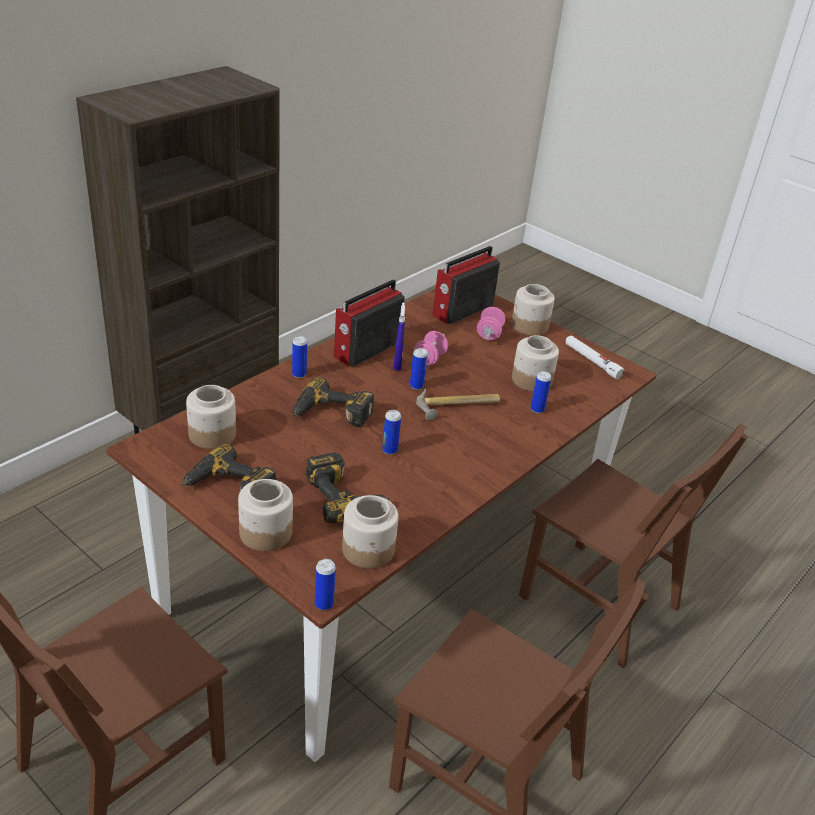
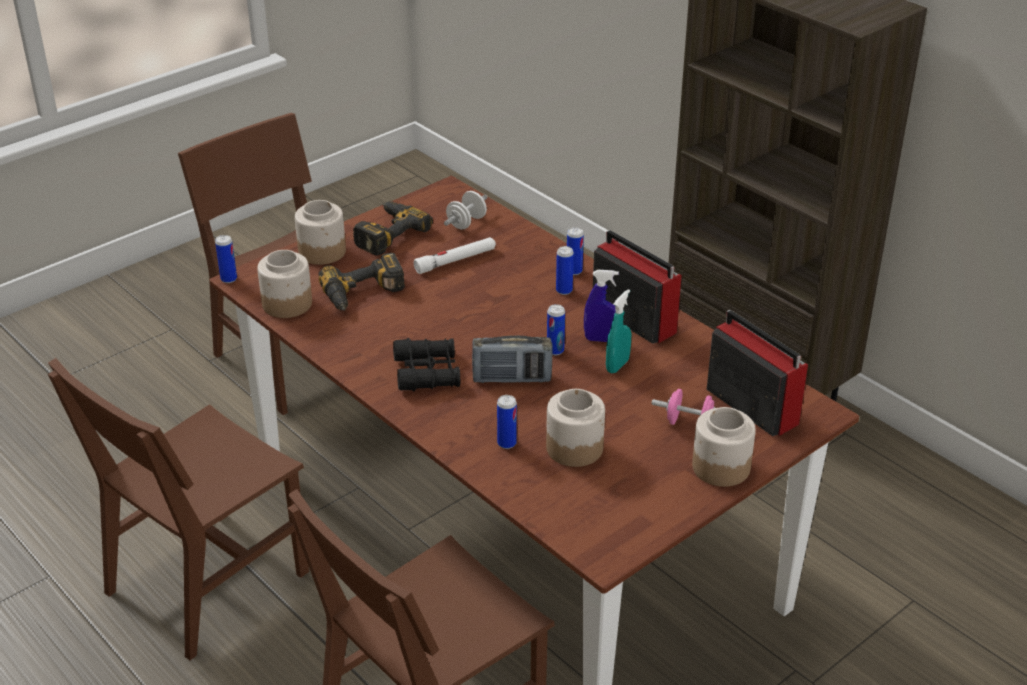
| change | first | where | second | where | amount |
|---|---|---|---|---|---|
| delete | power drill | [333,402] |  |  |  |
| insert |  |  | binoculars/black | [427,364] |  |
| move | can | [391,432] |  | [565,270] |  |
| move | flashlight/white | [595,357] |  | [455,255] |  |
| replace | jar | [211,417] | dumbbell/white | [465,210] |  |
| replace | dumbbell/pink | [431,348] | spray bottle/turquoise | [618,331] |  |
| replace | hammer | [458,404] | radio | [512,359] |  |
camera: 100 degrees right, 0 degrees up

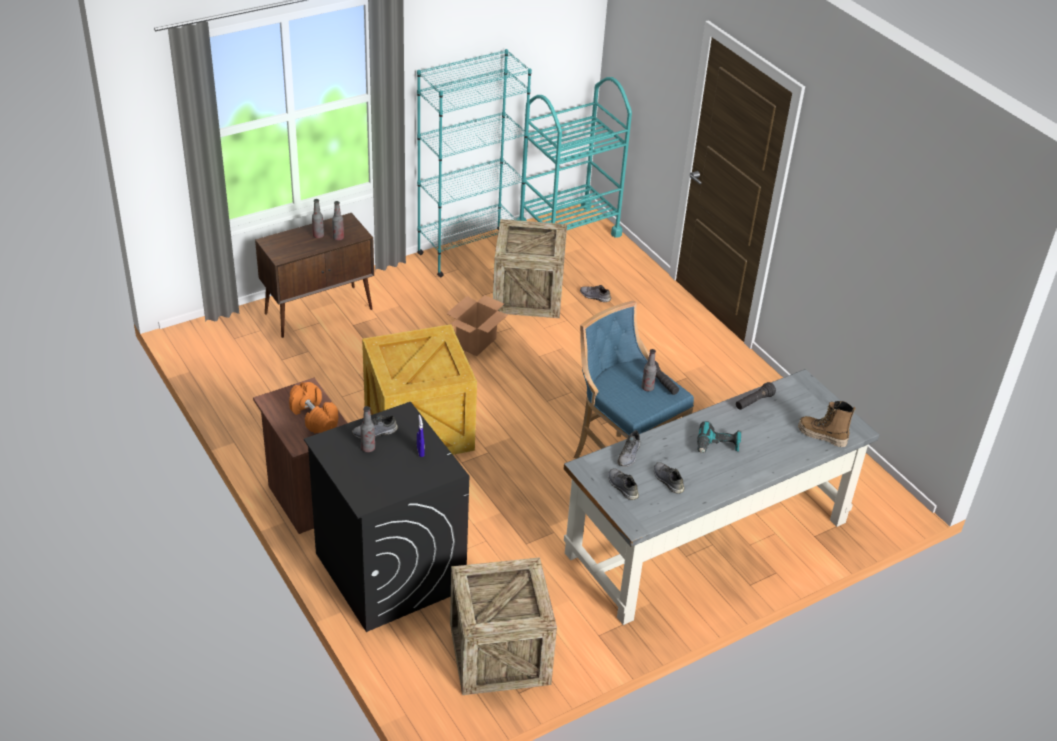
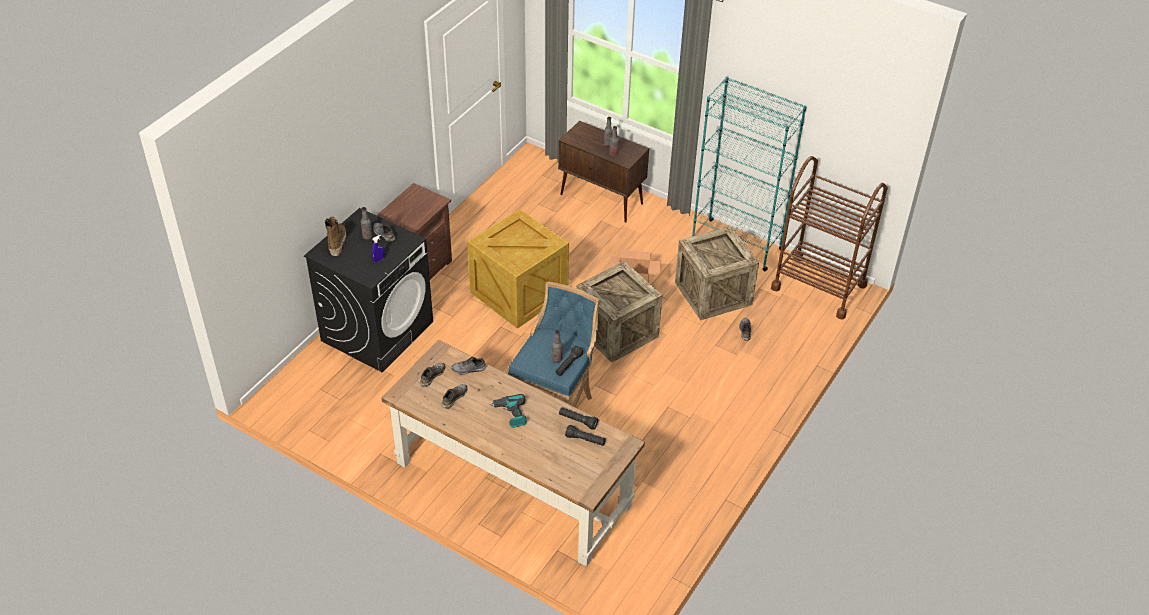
| change | first | where | second | where | amount |
|---|---|---|---|---|---|
| delete | dumbbell/orange | [314,407] |  |  |  |
| insert |  |  | flashlight/black | [585,435] |  |
| move | crate | [503,626] |  | [619,312] |  |
| move | boot | [827,424] |  | [336,236] |  |
| recolor | cart/turquoise | [574,157] | cart/brown | [829,238] |  |
| recolor | desk/grey | [721,497] | desk/brown | [513,453] |  |
camera: 65 degrees right, 5 degrees up

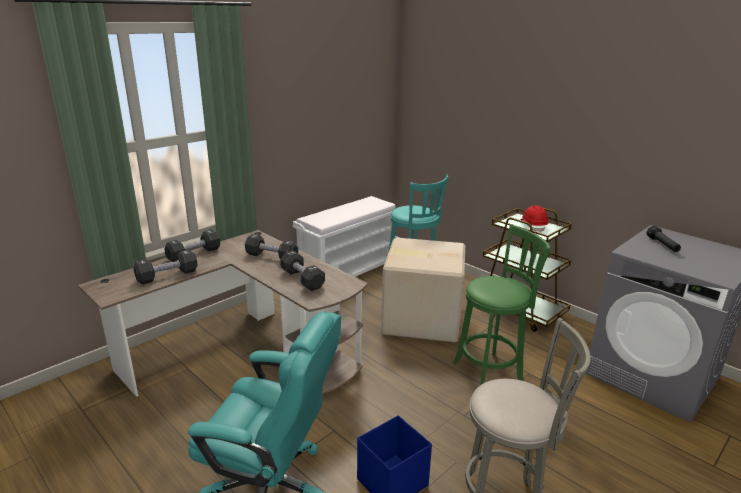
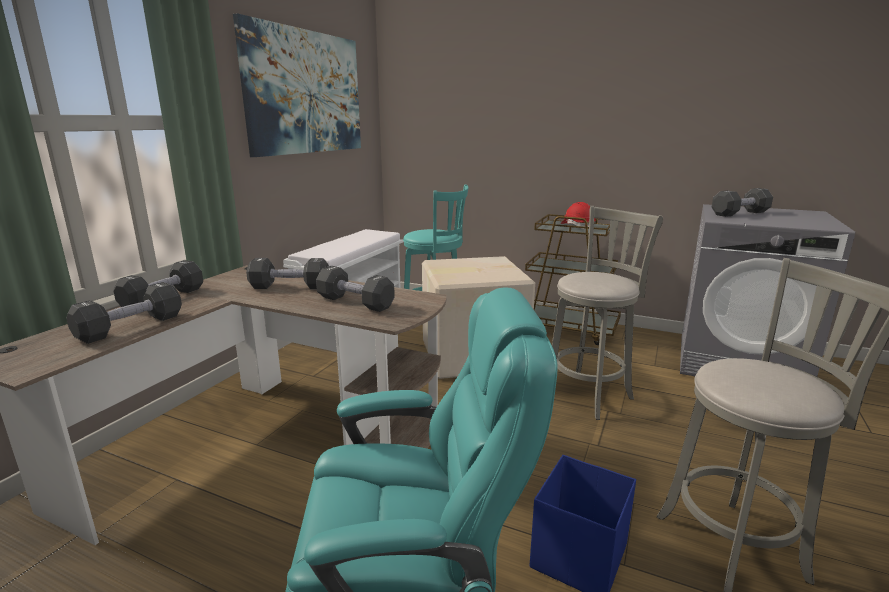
| change | first | where | second | where | amount |
|---|---|---|---|---|---|
| insert |  |  | picture | [297,85] |  |
| replace | flashlight/black | [664,239] | dumbbell/black | [742,202] |  |
| recolor | stool/green | [502,304] | stool/grey | [607,313] |  |
camera: 20 degrees left, 5 degrees down

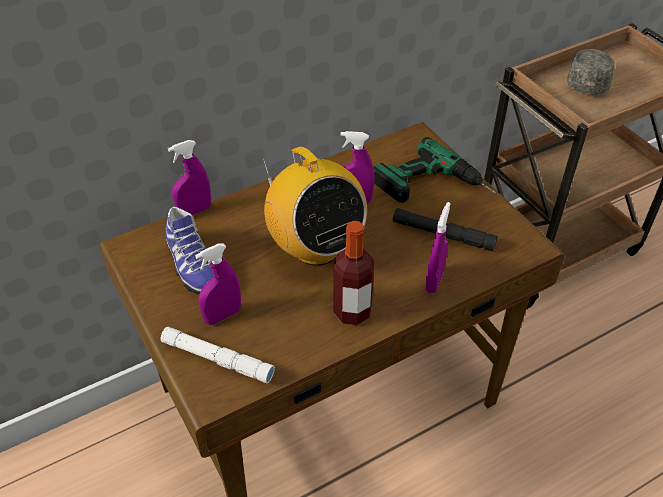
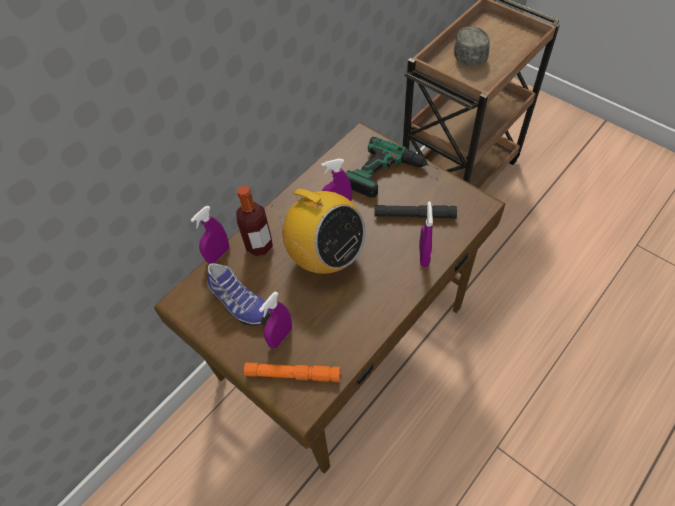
| change | first | where | second | where | amount |
|---|---|---|---|---|---|
| move | bottle | [353,273] |  | [254,220] |  |
| recolor | flashlight/white | [218,355] | flashlight/orange | [292,372] |  |
camera: 15 degrees left, 10 degrees up

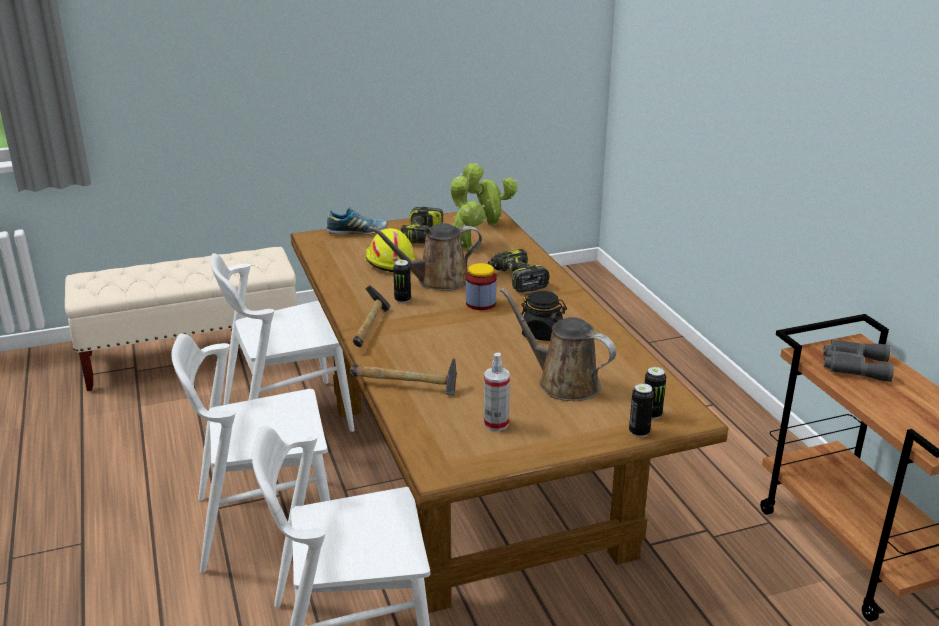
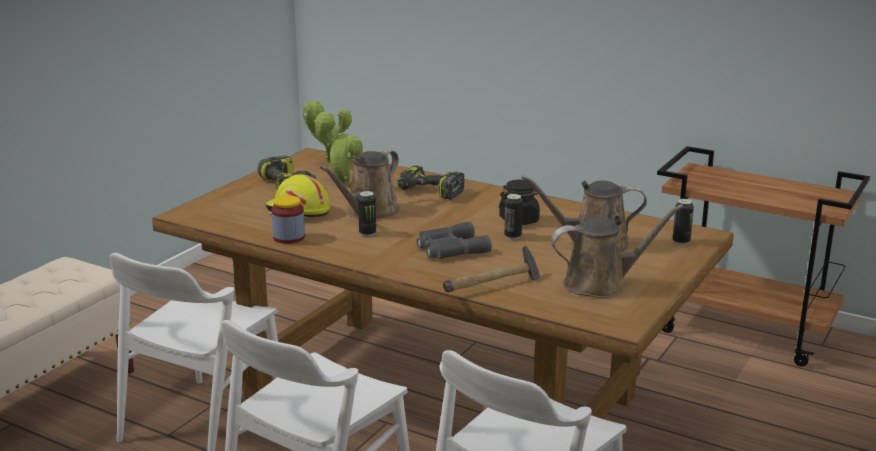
| change | first | where | second | where | amount |
|---|---|---|---|---|---|
| delete | shoe | [357,220] |  |  |  |
| delete | hammer | [372,316] |  |  |  |
| move | jar | [481,286] |  | [288,220] |  |
| move | can | [641,410] |  | [513,216] |  |
| move | binoculars/grey | [858,361] |  | [454,240] |  |
| replace | spray bottle | [497,392] | watering can/brown | [617,251] |  |
camera: 40 degrees left, 5 degrees down

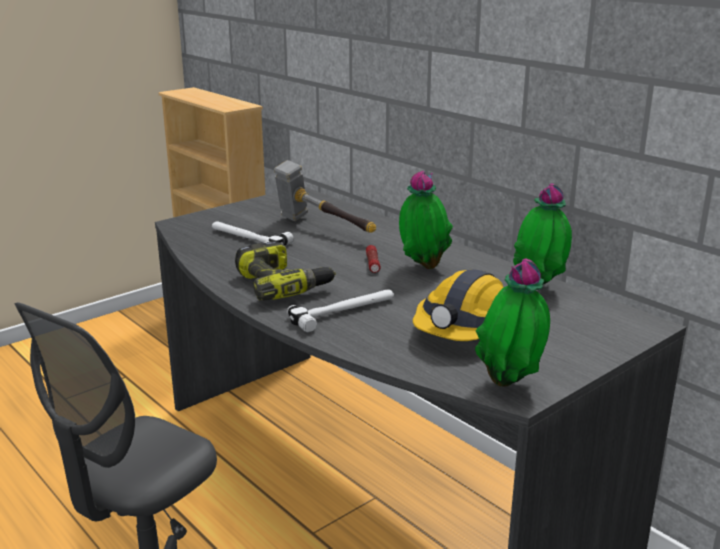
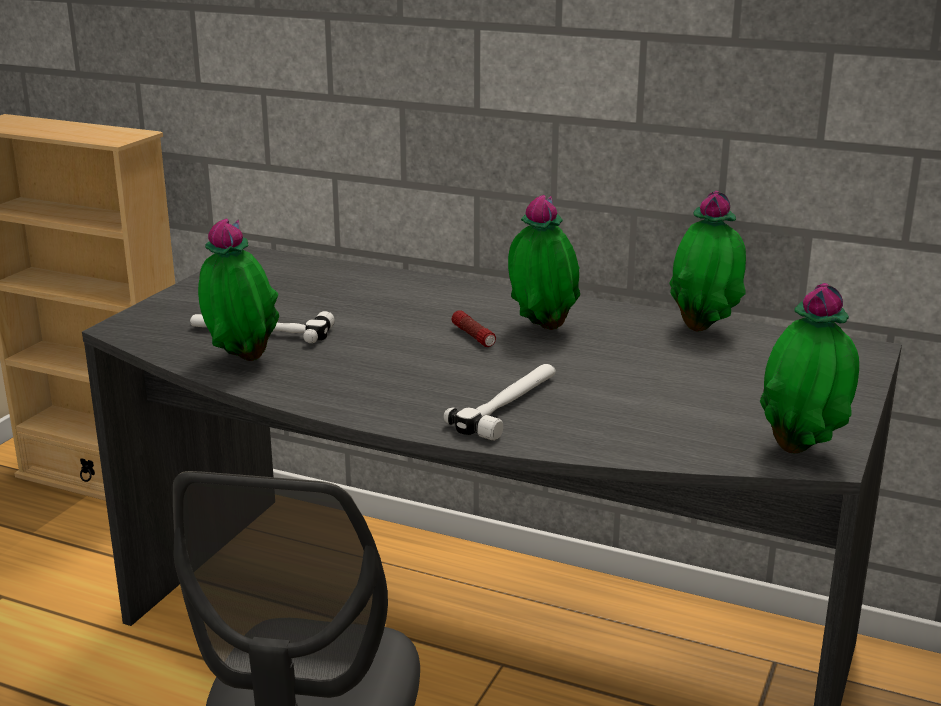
| change | first | where | second | where | amount |
|---|---|---|---|---|---|
| delete | power drill | [285,271] |  |  |  |
| delete | hammer | [325,196] |  |  |  |
| delete | hard hat | [458,305] |  |  |  |
| insert |  |  | potted plant | [238,289] |  |
camera: 25 degrees left, 0 degrees up

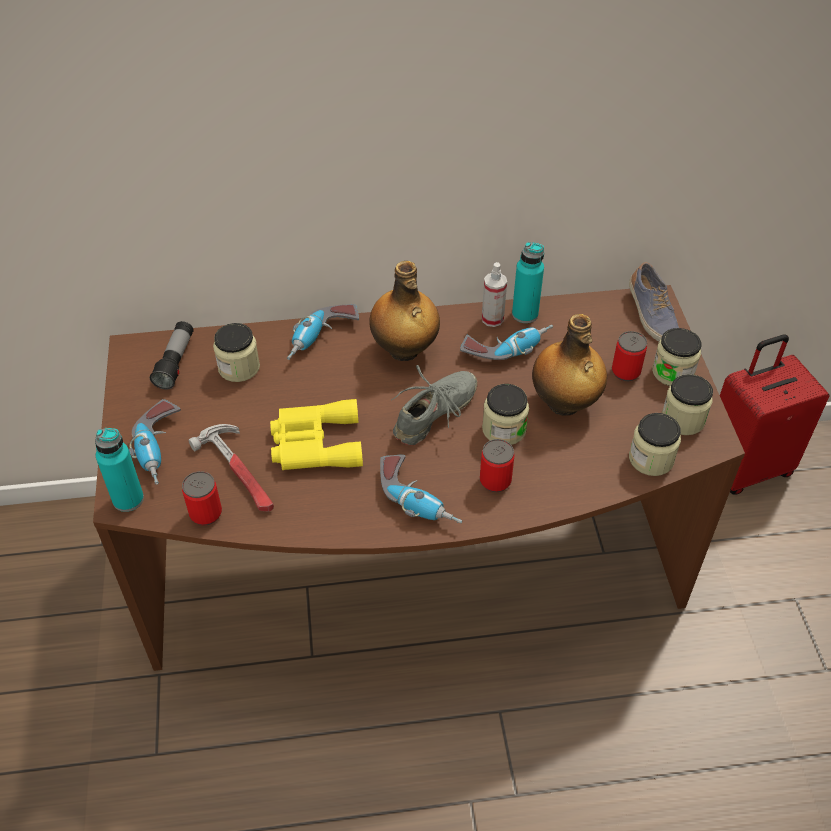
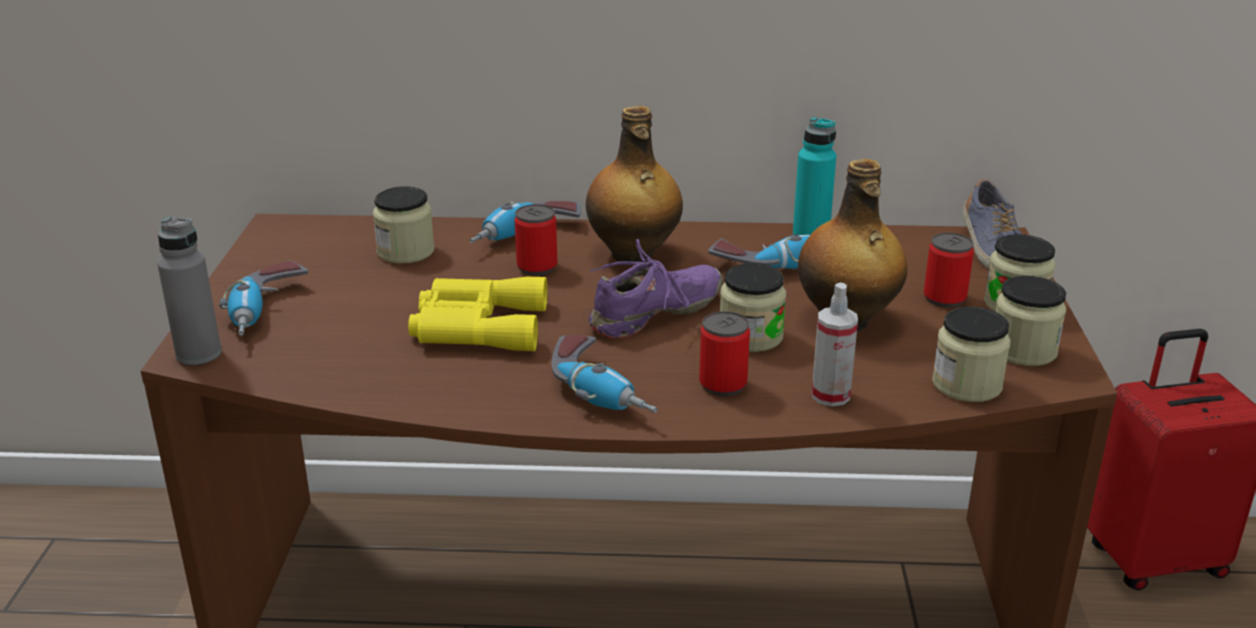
| change | first | where | second | where | amount |
|---|---|---|---|---|---|
| delete | flashlight | [171,355] |  |  |  |
| delete | hammer | [231,467] |  |  |  |
| move | can | [202,498] |  | [536,240] |  |
| move | spray bottle | [494,294] |  | [835,344] |  |
| recolor | bottle/turquoise | [119,470] | bottle/grey | [189,291] |  |
| recolor | shoe/grey | [434,405] | shoe/purple | [655,289] |  |
camera: 10 degrees right, 20 degrees down

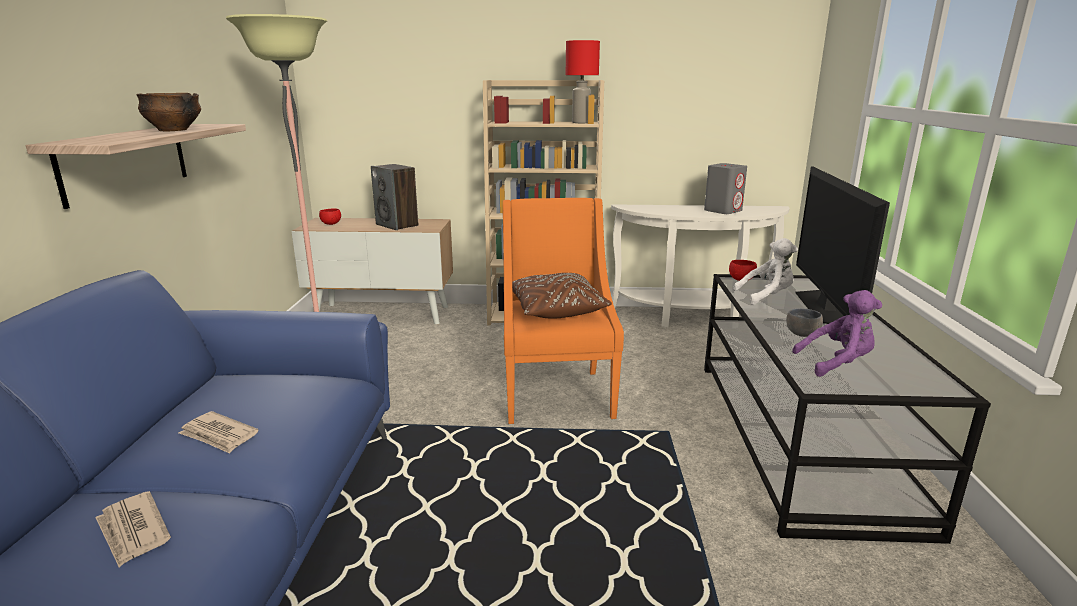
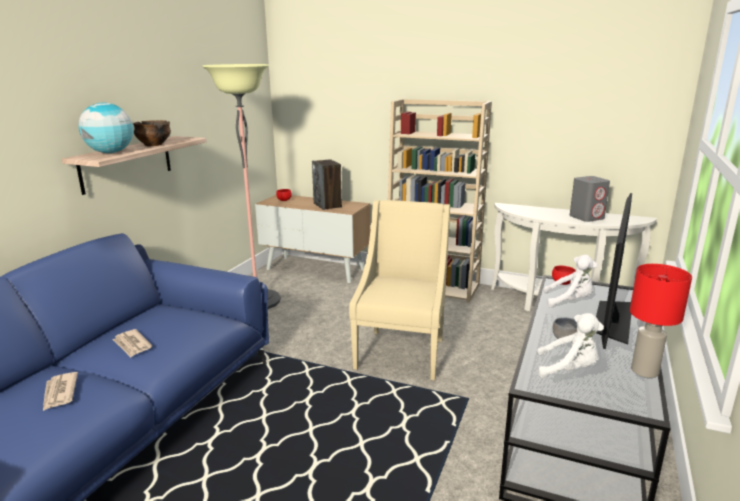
| change | first | where | second | where | amount |
|---|---|---|---|---|---|
| delete | pillow/brown | [562,296] |  |  |  |
| insert |  |  | globe | [105,127] |  |
| move | table lamp/red | [583,81] |  | [661,321] |  |
| recolor | armchair/orange | [563,311] | armchair/beige | [399,290] |  |
| recolor | plush toy/purple | [837,333] | plush toy/white | [570,345] |  |
camera: 20 degrees right, 0 degrees up

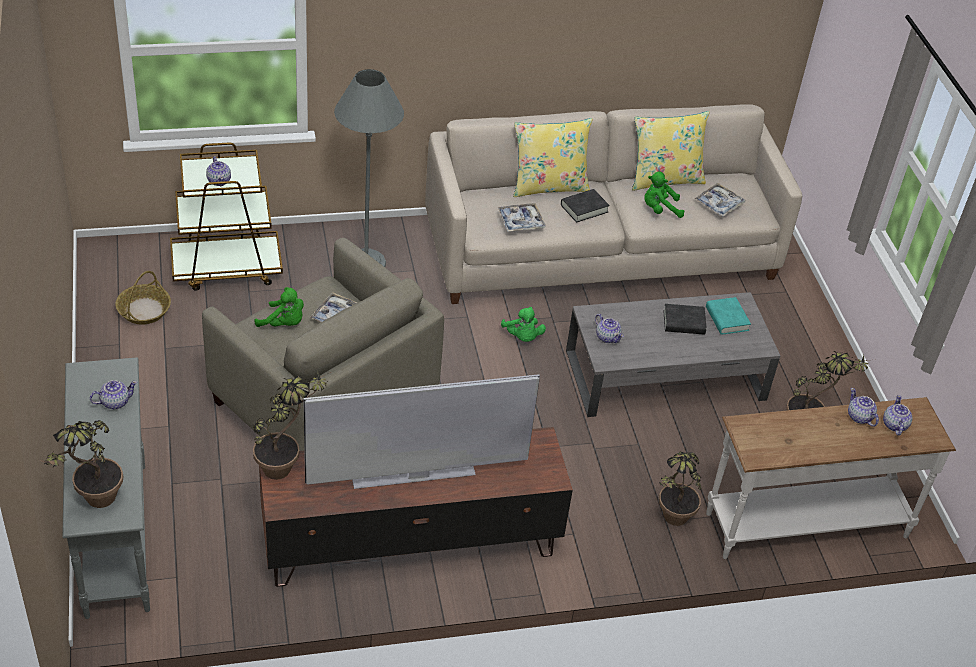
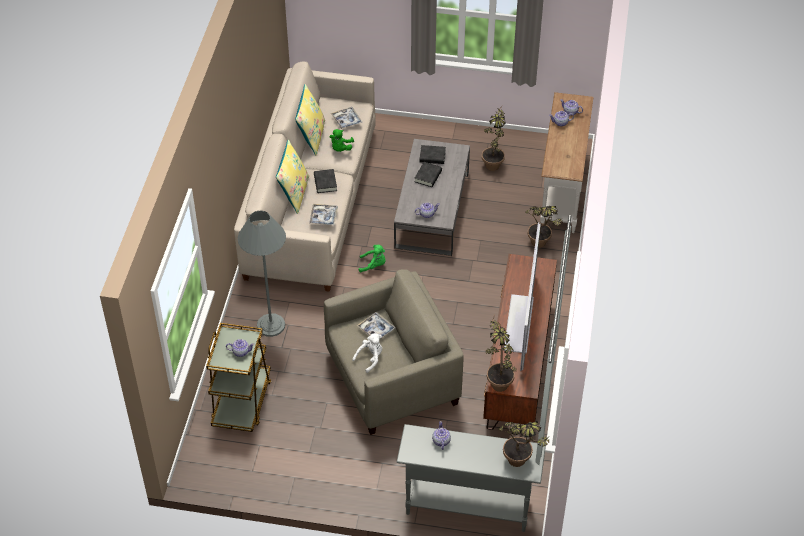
| change | first | where | second | where | amount |
|---|---|---|---|---|---|
| delete | basket | [143,298] |  |  |  |
| recolor | plush toy/green | [279,307] | plush toy/white | [367,353] |  |
| recolor | book/turquoise | [728,316] | book/black | [432,154] |  |
camera: 65 degrees left, 5 degrees up

